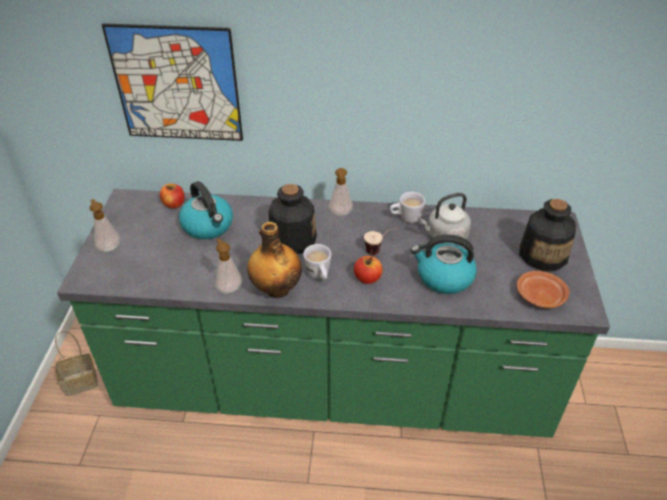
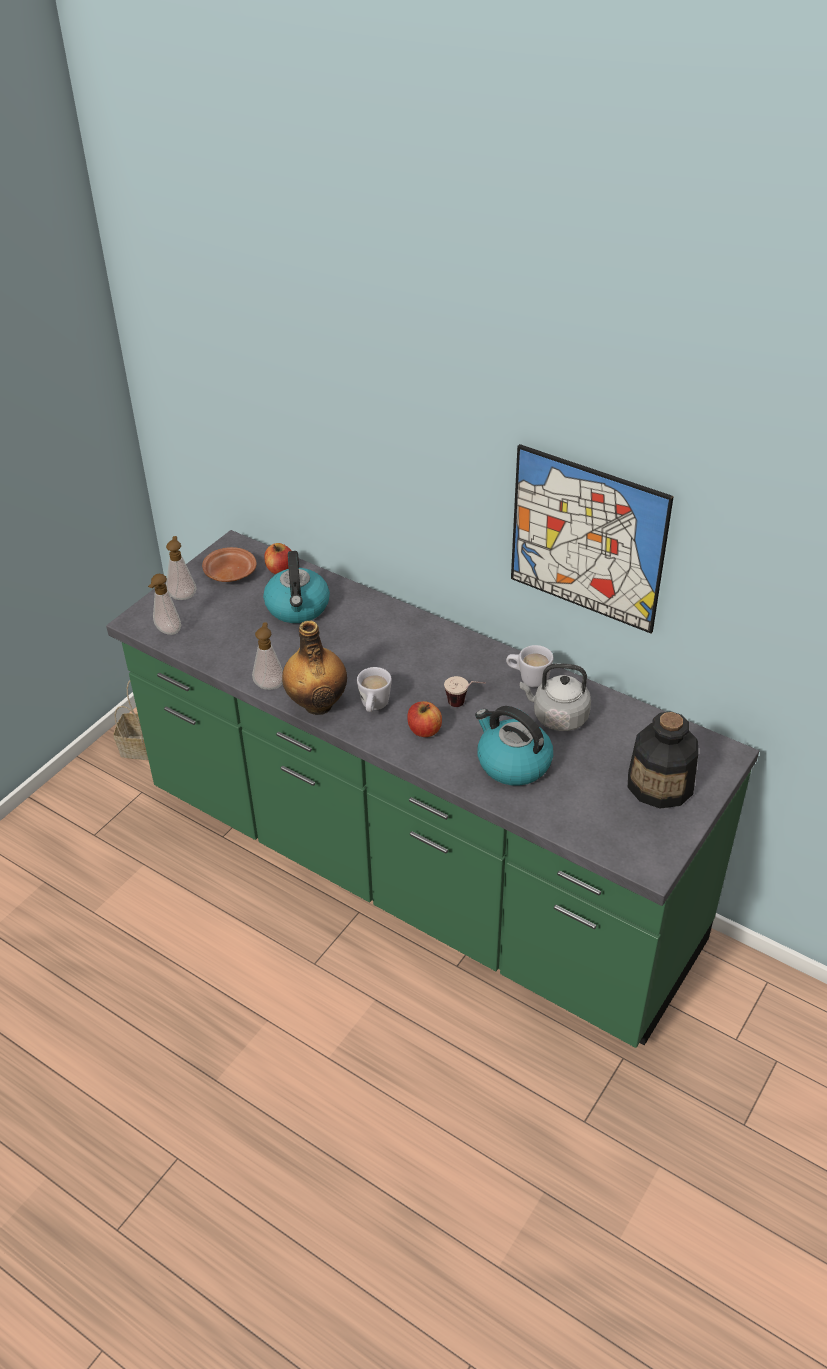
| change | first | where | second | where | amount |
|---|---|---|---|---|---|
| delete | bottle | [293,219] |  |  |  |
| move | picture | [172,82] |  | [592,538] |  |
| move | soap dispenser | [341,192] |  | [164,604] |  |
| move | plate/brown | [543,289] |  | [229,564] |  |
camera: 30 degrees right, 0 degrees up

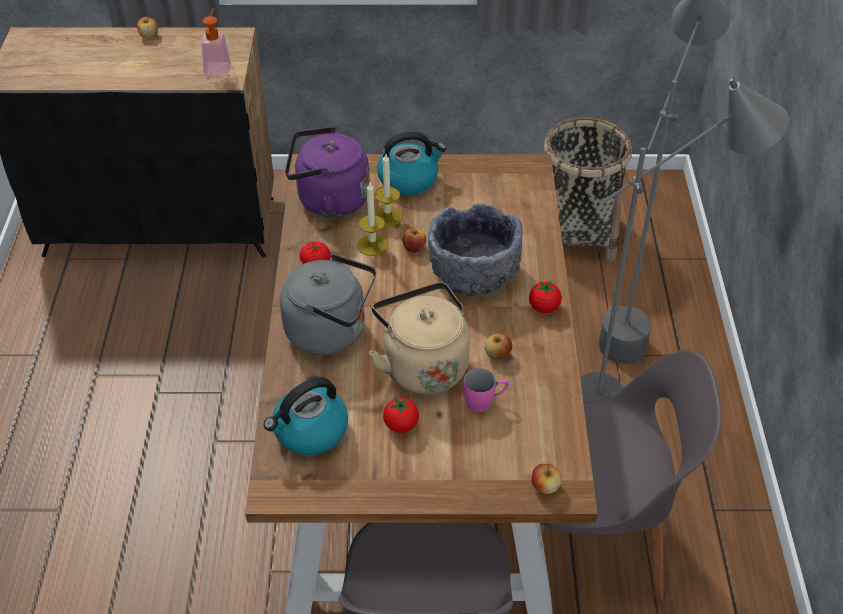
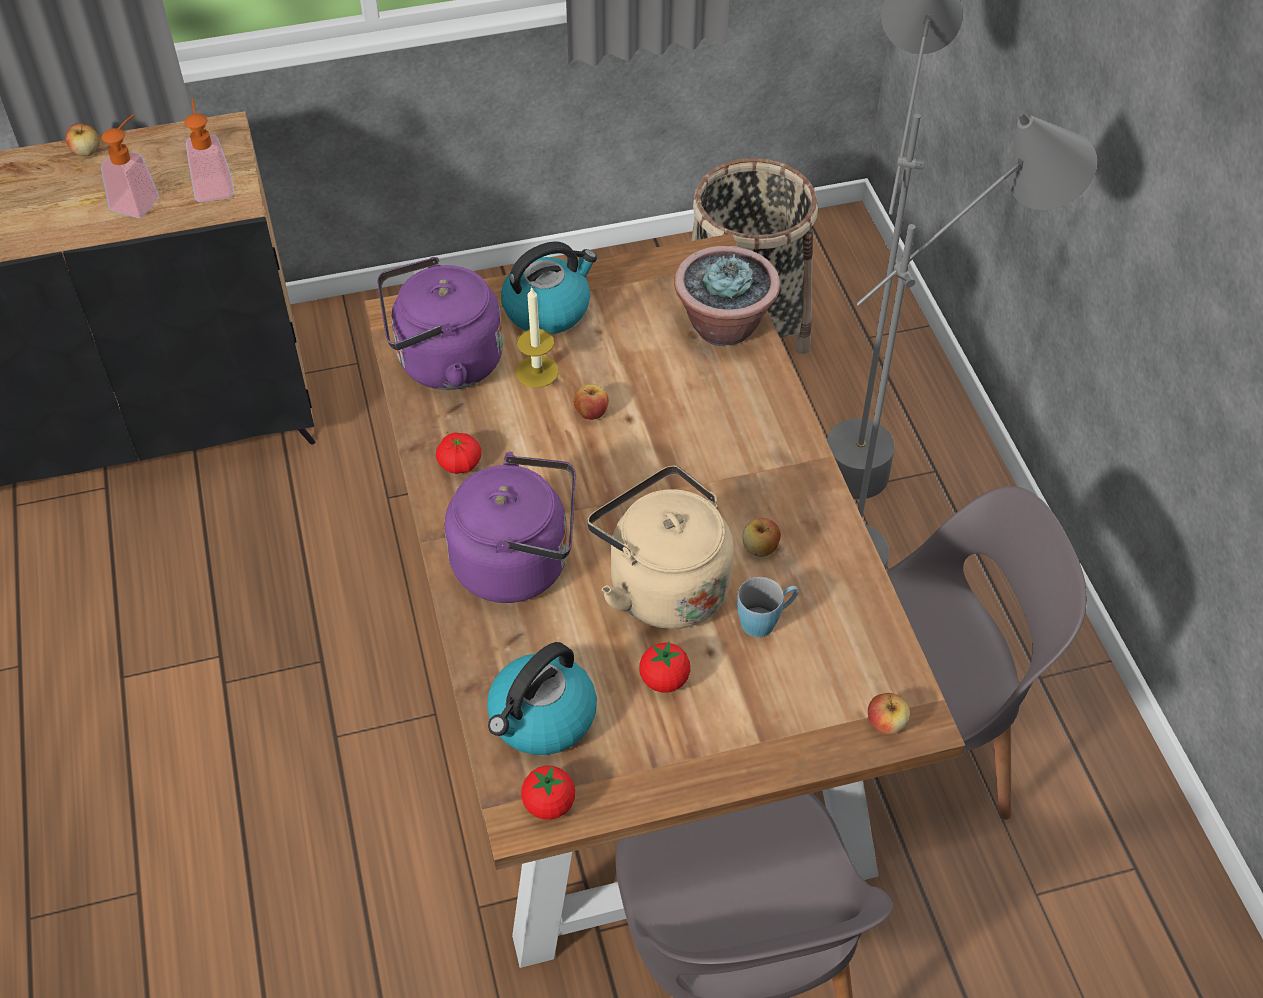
| change | first | where | second | where | amount |
|---|---|---|---|---|---|
| delete | candle | [372,219] |  |  |  |
| delete | bowl/grey | [475,250] |  |  |  |
| insert |  |  | soap dispenser | [130,166] |  |
| insert |  |  | potted plant | [727,296] |  |
| move | tomato | [545,297] |  | [548,793] |  |
| recolor | kettle/grey | [328,304] | kettle/purple | [509,527] |  |
| recolor | mug/pink | [486,390] | mug/blue | [768,607] |  |
camera: 15 degrees left, 5 degrees up

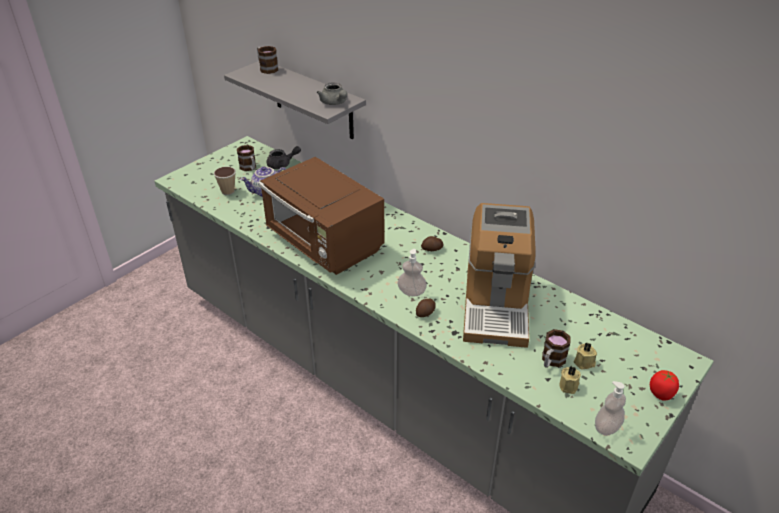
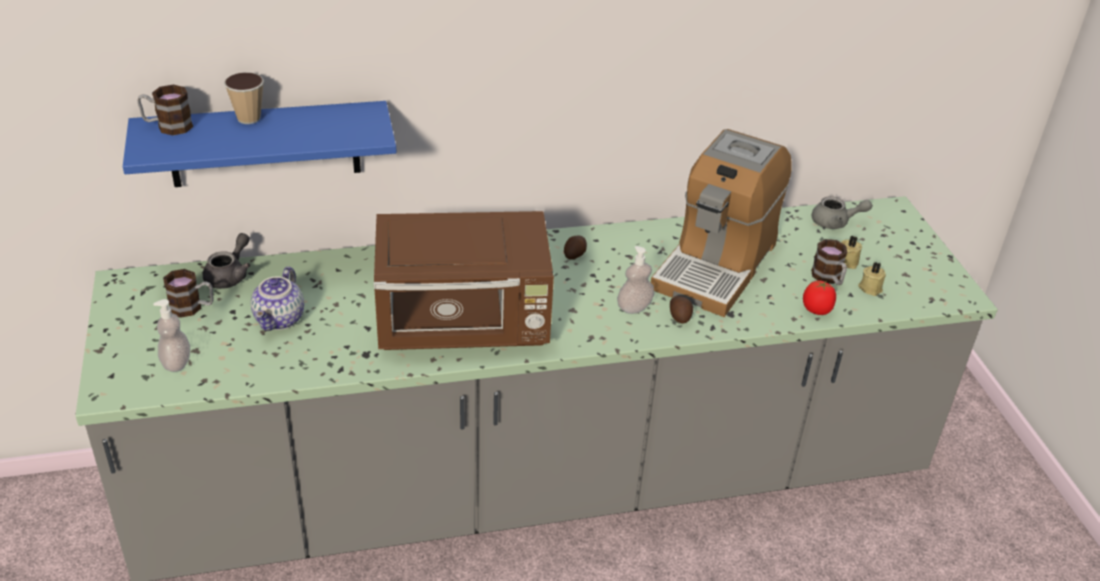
| change | first | where | second | where | amount |
|---|---|---|---|---|---|
| move | cup | [225,181] |  | [244,98] |  |
| move | teapot/grey | [332,93] |  | [842,212] |  |
| move | soap dispenser | [610,408] |  | [171,335] |  |
| move | tomato | [664,385] |  | [819,297] |  |
| recolor | shelf/grey | [295,100] | shelf/blue | [260,144] |  |
| rotate | coffee machine | [499,275] |  | [721,223] | 75 degrees clockwise |
camera: 55 degrees left, 0 degrees up

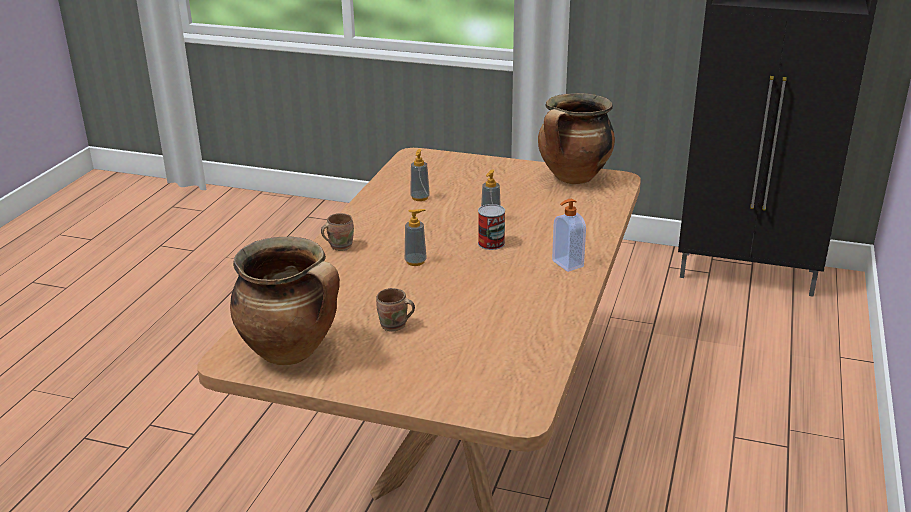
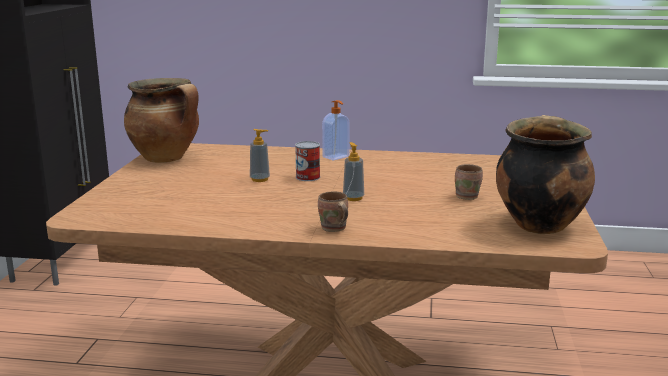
| change | first | where | second | where | amount |
|---|---|---|---|---|---|
| delete | soap dispenser | [420,175] |  |  |  |
camera: 100 degrees left, 10 degrees down

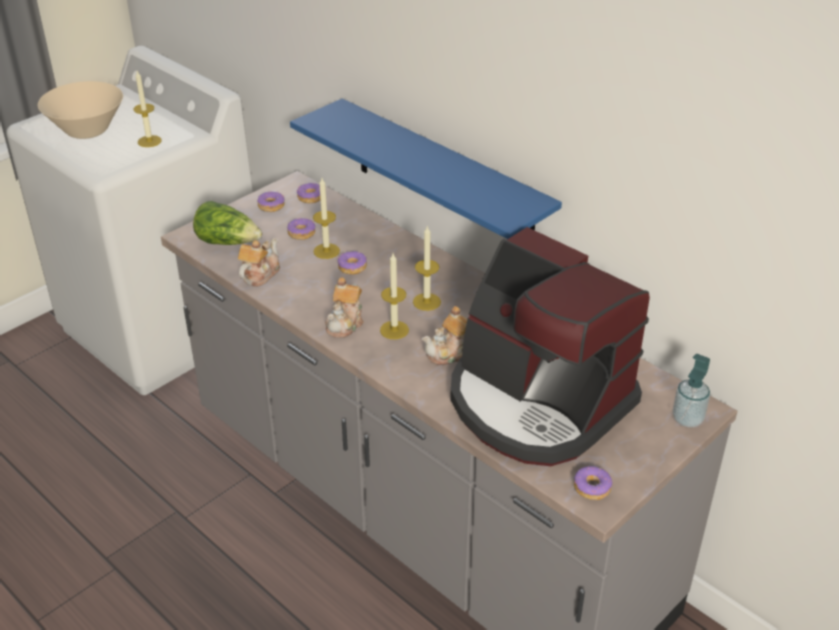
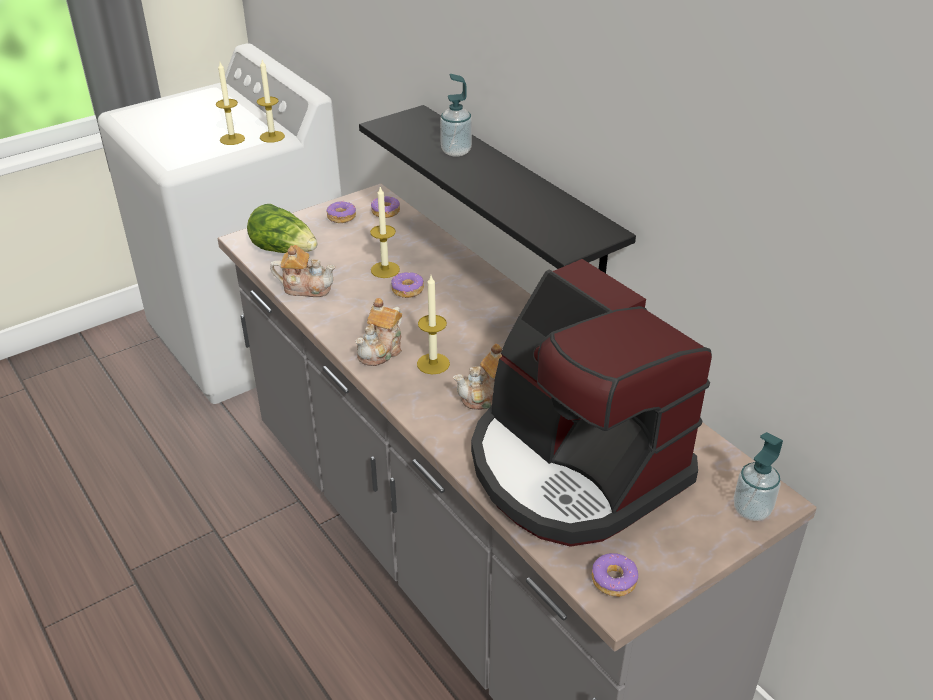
| change | first | where | second | where | amount |
|---|---|---|---|---|---|
| delete | bowl/beige | [80,110] |  |  |  |
| delete | donut | [301,229] |  |  |  |
| insert |  |  | soap dispenser | [456,115] |  |
| move | candle | [427,268] |  | [271,101] |  |
| recolor | shelf/blue | [426,168] | shelf/black | [497,189] |  |
| rotate | teapot | [259,262] |  | [302,271] | 60 degrees clockwise |
camera: 10 degrees right, 0 degrees up

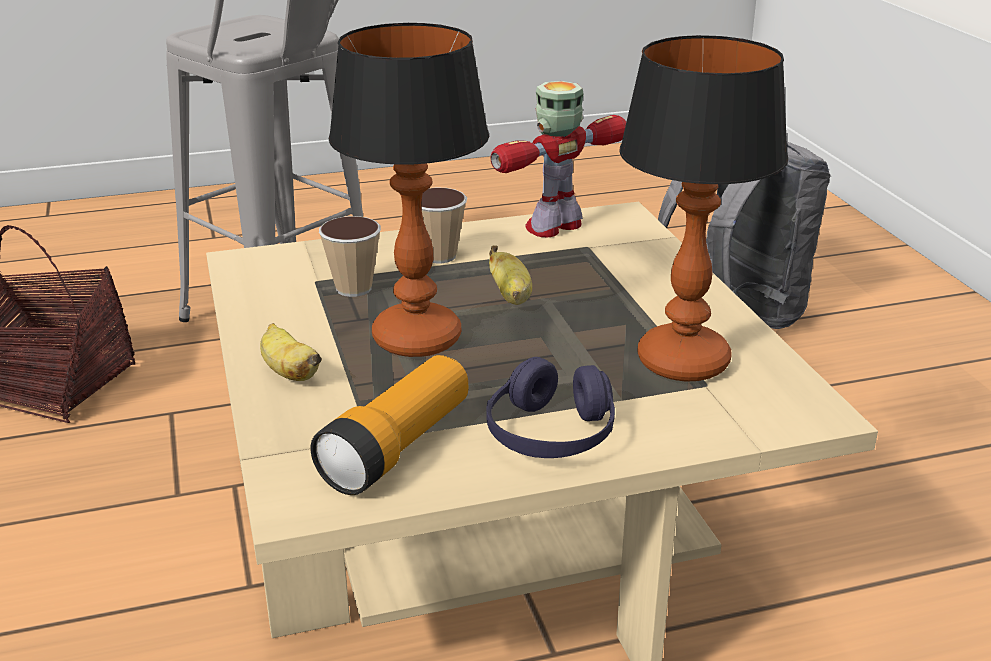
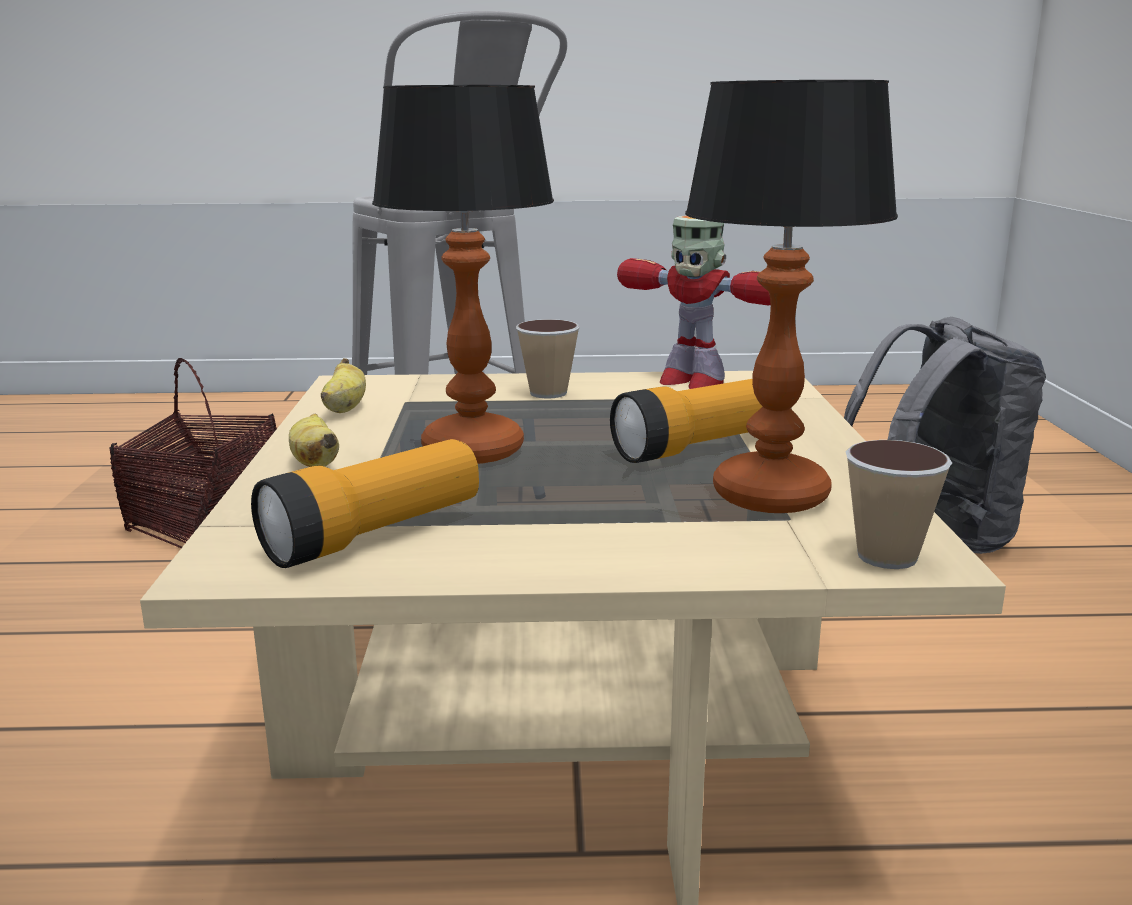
| change | first | where | second | where | amount |
|---|---|---|---|---|---|
| delete | headphones/purple | [550,407] |  |  |  |
| insert |  |  | flashlight | [686,421] |  |
| move | cup | [350,256] |  | [898,504] |  |
| move | banana | [510,275] |  | [343,385] |  |
| rotate | toy robot | [558,159] |  | [694,302] | 120 degrees counterclockwise |
camera: 15 degrees right, 10 degrees down

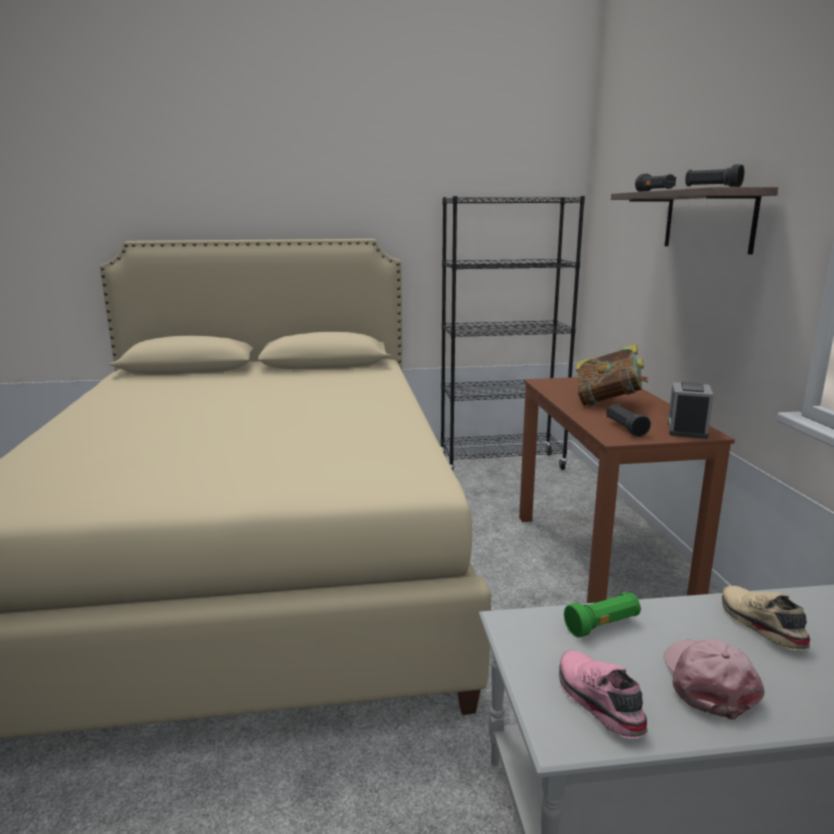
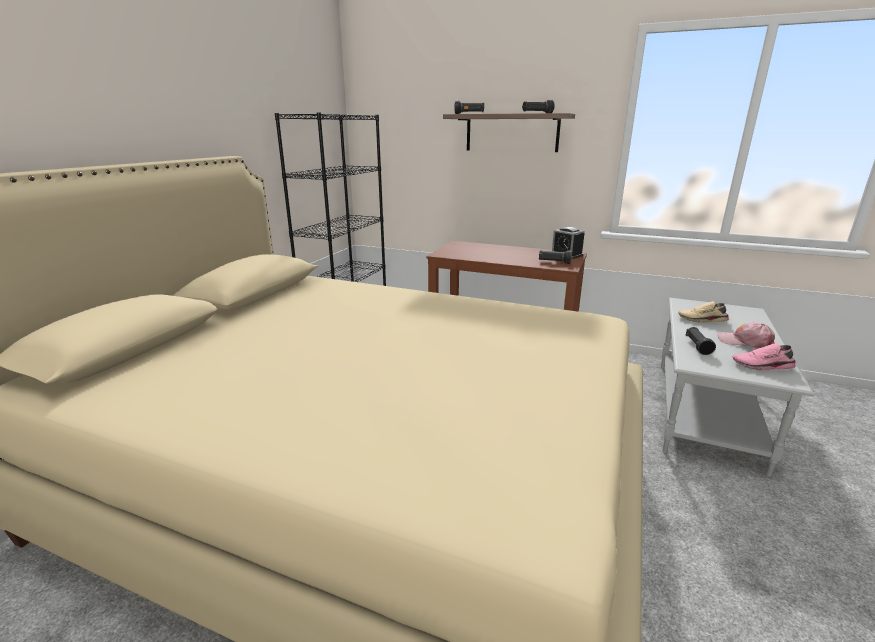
| change | first | where | second | where | amount |
|---|---|---|---|---|---|
| delete | book | [612,375] |  |  |  |
| recolor | flashlight/green | [602,615] | flashlight/black | [701,341] |  |
camera: 60 degrees left, 5 degrees up

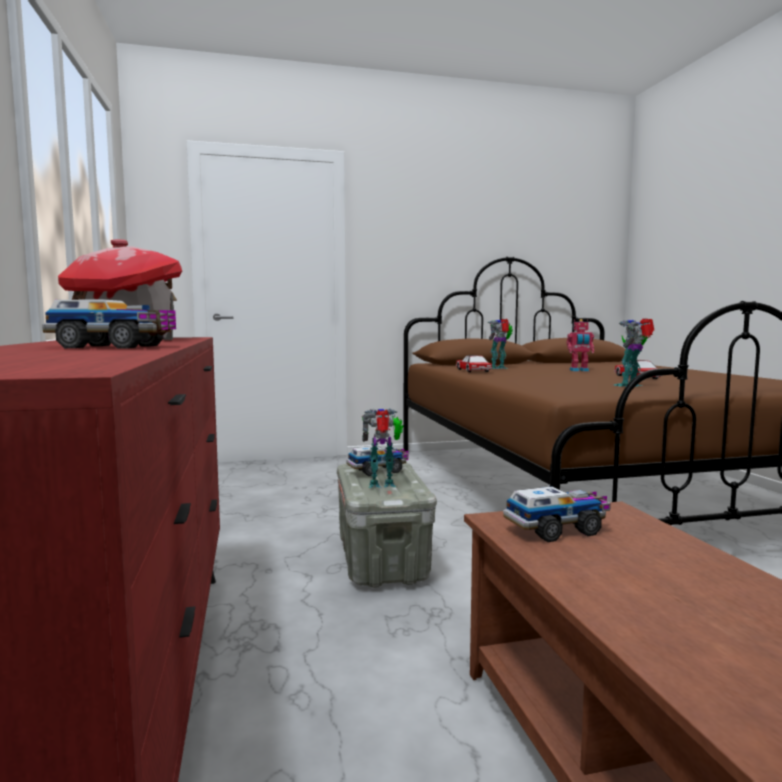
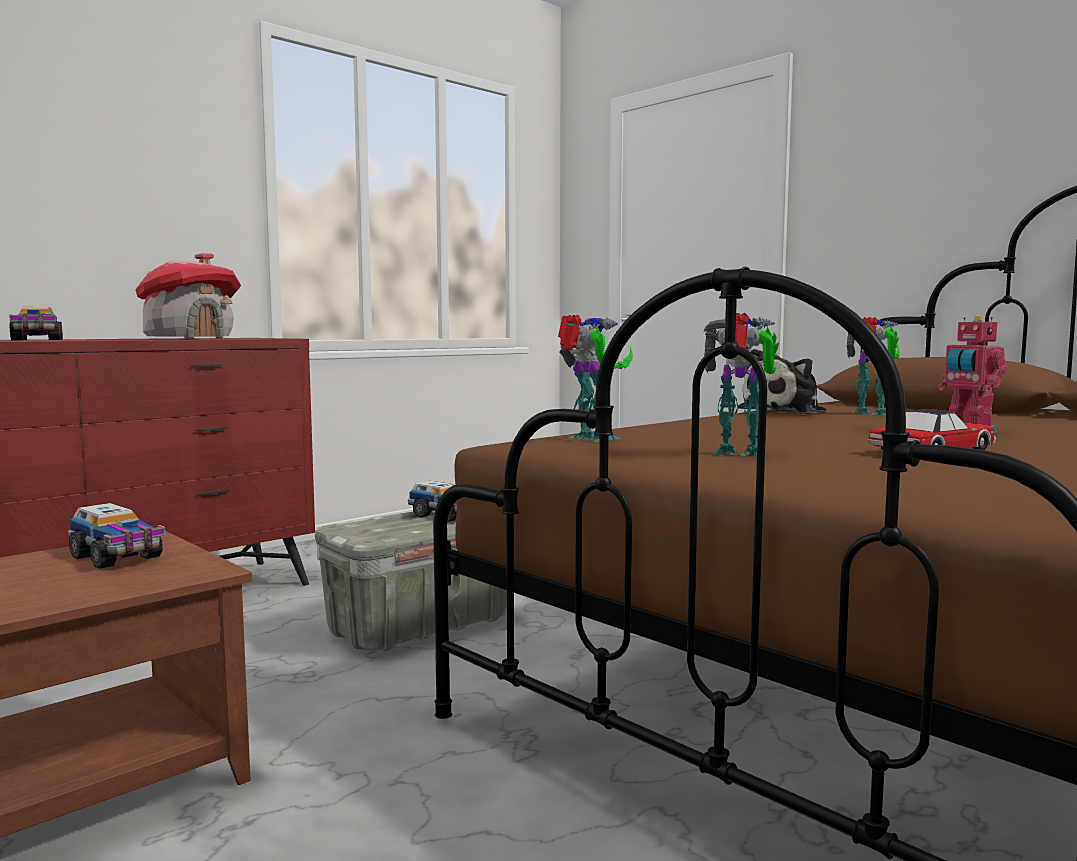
| change | first | where | second | where | amount |
|---|---|---|---|---|---|
| move | toy robot | [383,448] |  | [595,378] |  |
| replace | toy car | [474,363] | plush toy | [782,381] |  |
camera: 60 degrees right, 0 degrees up

